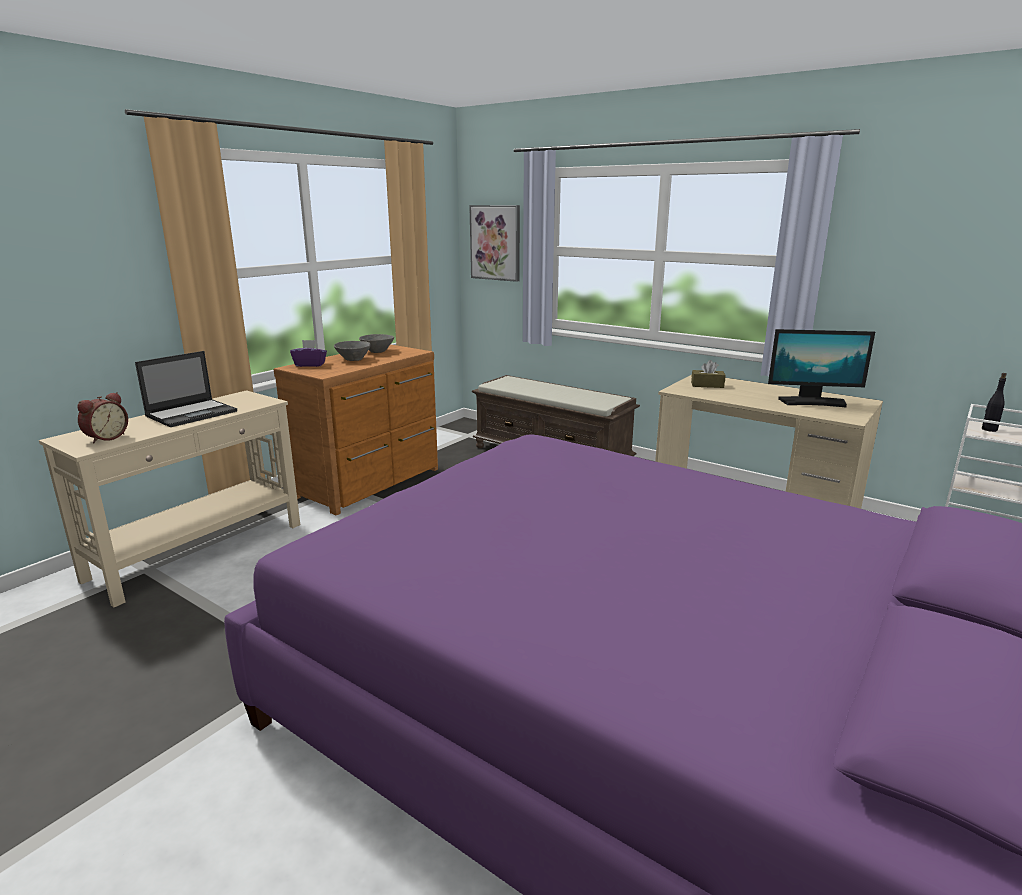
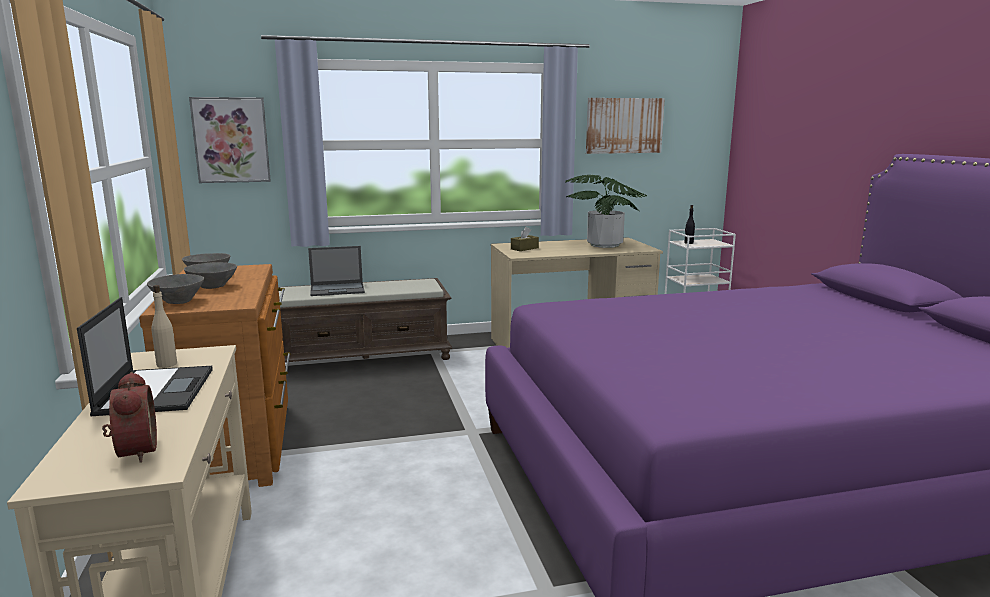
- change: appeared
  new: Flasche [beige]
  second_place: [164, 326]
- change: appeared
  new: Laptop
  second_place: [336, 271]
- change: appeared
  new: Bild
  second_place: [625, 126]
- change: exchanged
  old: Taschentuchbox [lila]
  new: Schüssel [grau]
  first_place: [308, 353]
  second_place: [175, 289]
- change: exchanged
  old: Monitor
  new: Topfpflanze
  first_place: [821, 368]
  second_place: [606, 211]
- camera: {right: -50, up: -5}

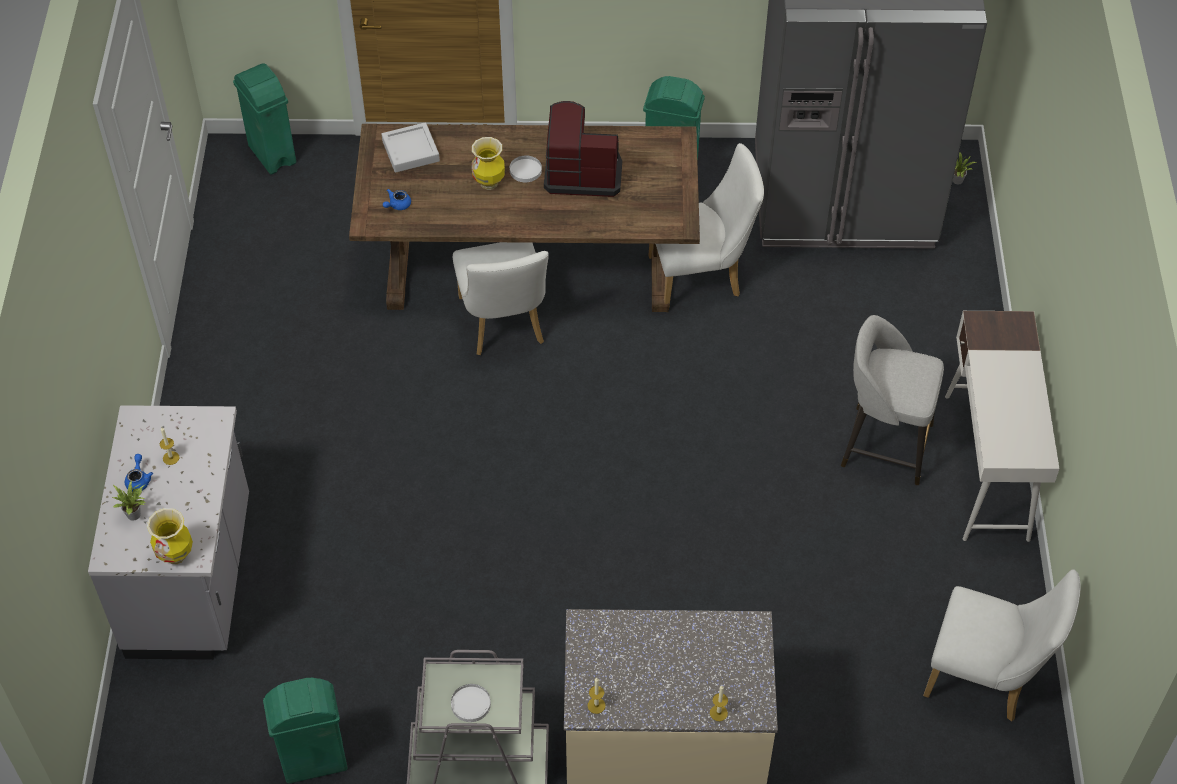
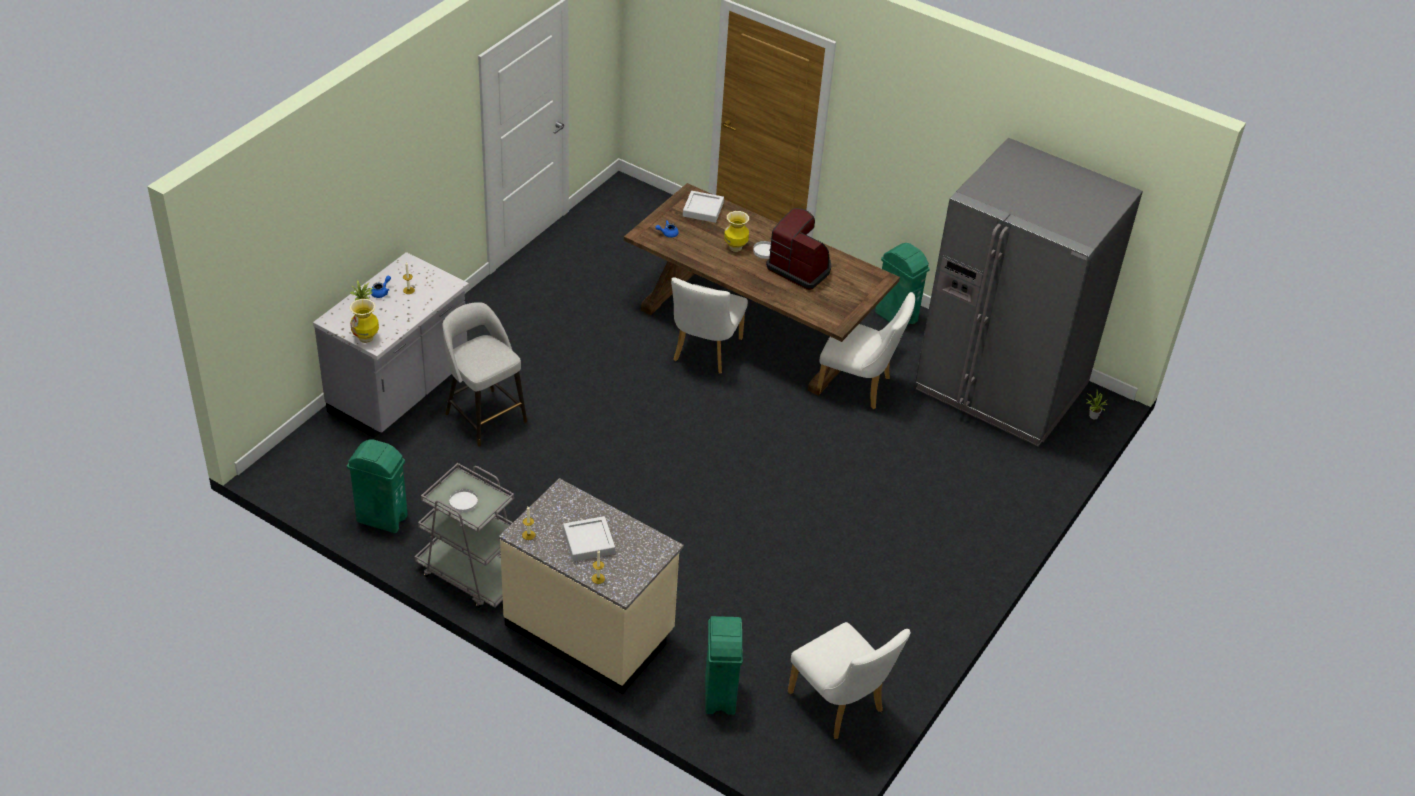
- change: missing
  old: Schreibtisch [weiß]
  first_place: [1002, 426]
- change: appeared
  new: Tablett [grau]
  second_place: [589, 539]
- change: relocated
  old: Mülleimer [grün]
  first_place: [264, 118]
  second_place: [724, 665]
- change: relocated
  old: Hocker [grau]
  first_place: [892, 400]
  second_place: [485, 374]
- camera: {right: 30, up: -10}

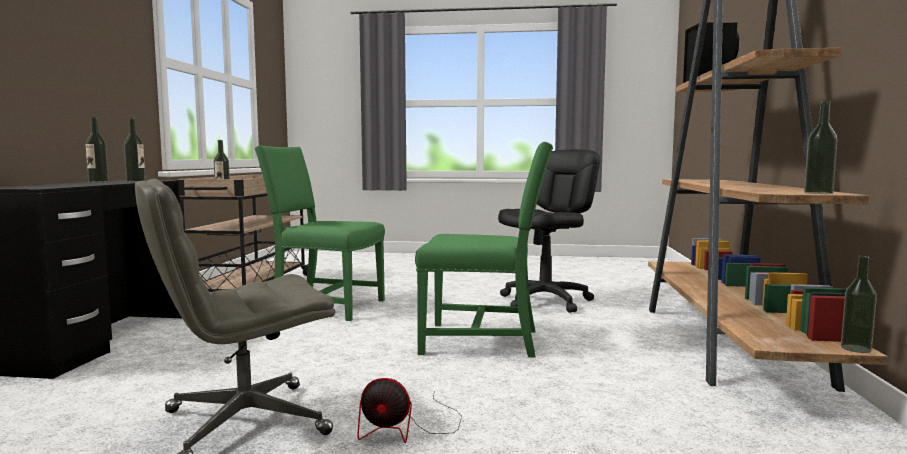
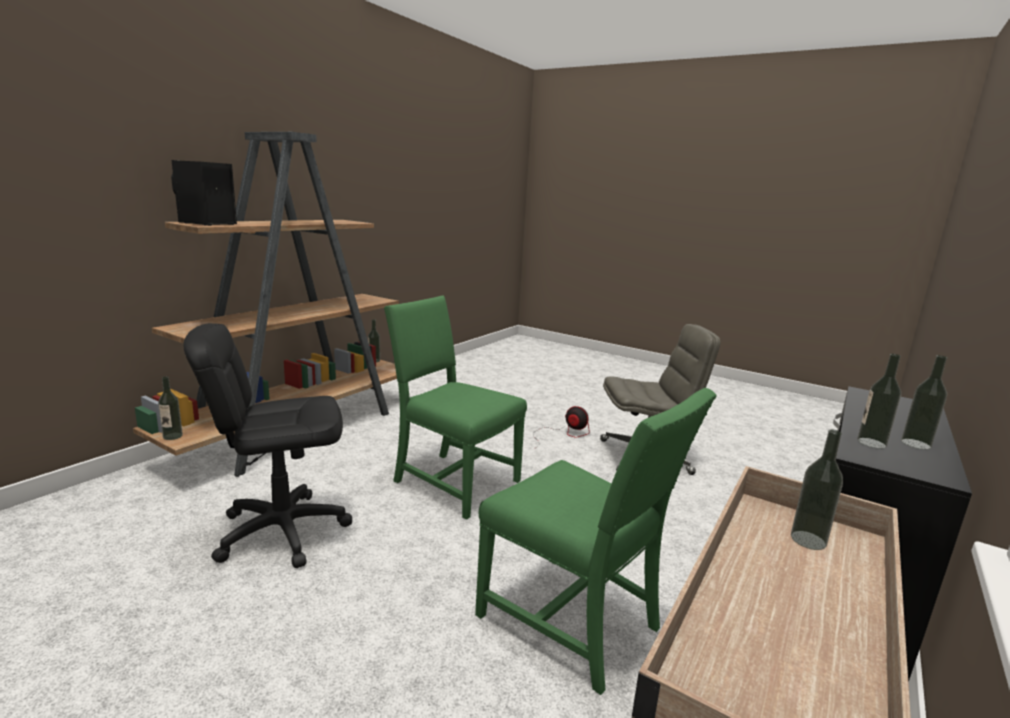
- change: relocated
  old: Flasche
  first_place: [821, 147]
  second_place: [170, 408]
- camera: {right: -155, up: 10}

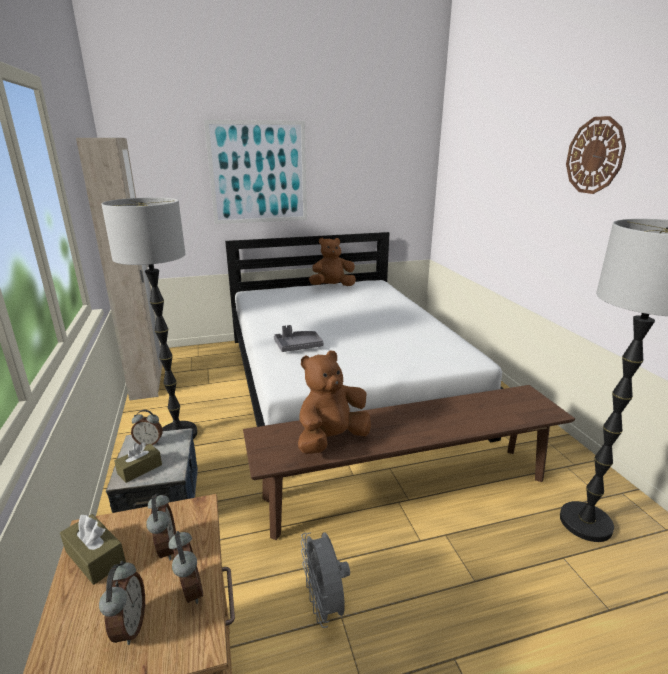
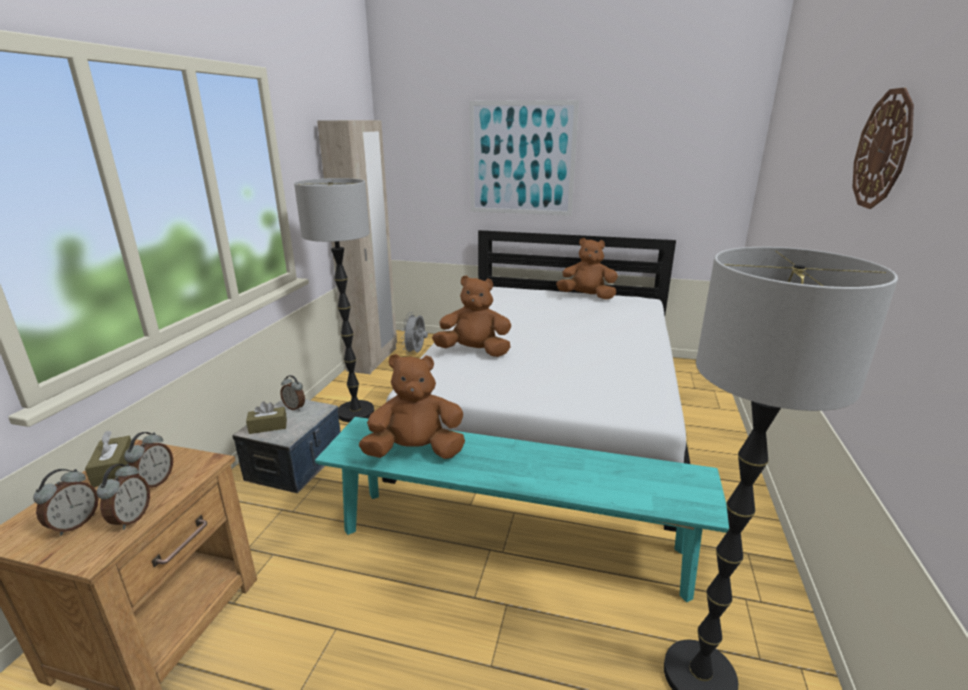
- change: relocated
  old: Ventilator [grau]
  first_place: [325, 580]
  second_place: [414, 333]
- change: exchanged
  old: Tablett [grau]
  new: Plüschtier [braun]
  first_place: [299, 338]
  second_place: [471, 316]
- change: colour
  old: Bank [braun]
  new: Bank [türkis]
  first_place: [409, 462]
  second_place: [522, 509]
- camera: {right: 30, up: 0}

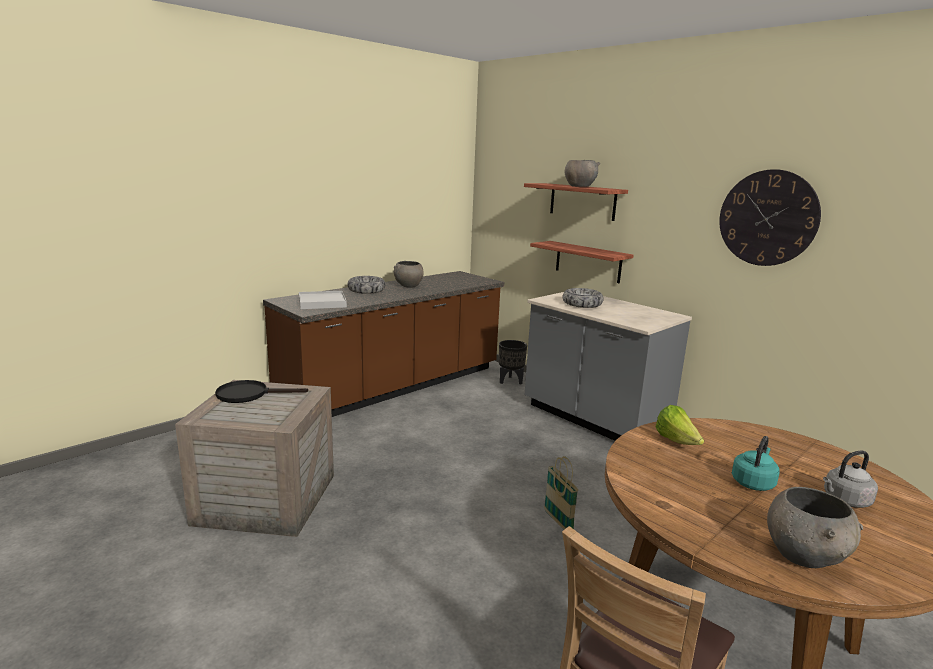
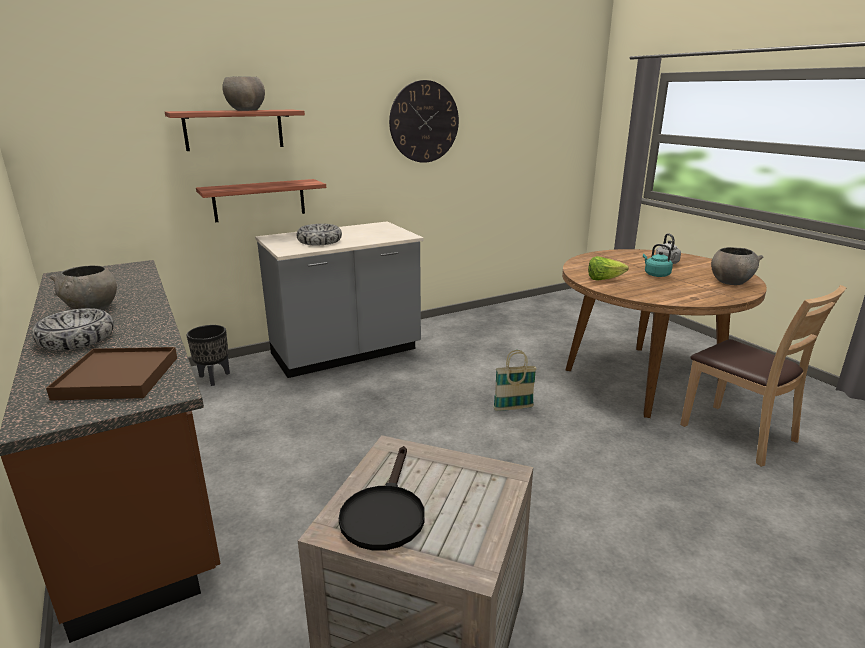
- change: colour
  old: Tablett [weiß]
  new: Tablett [braun]
  first_place: [323, 300]
  second_place: [111, 373]
- camera: {right: -75, up: 5}

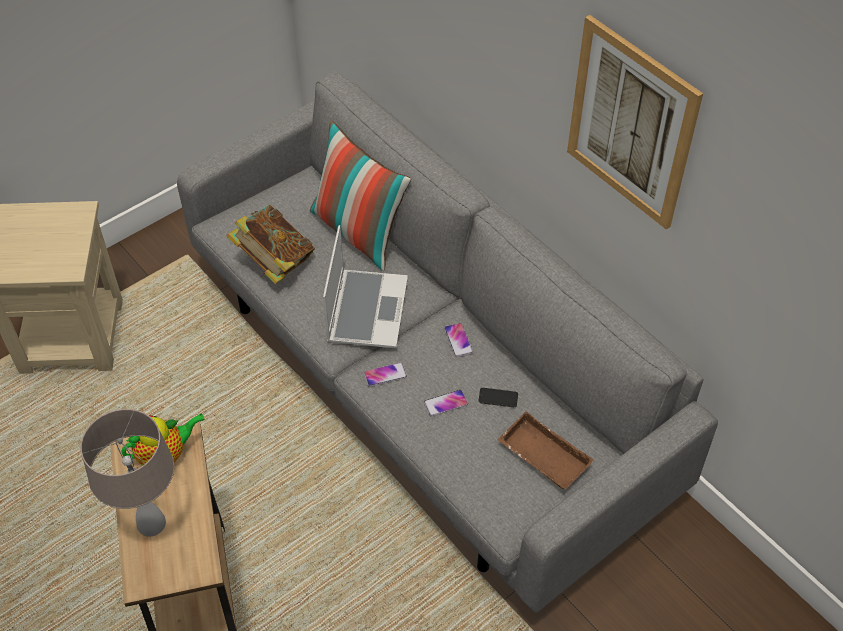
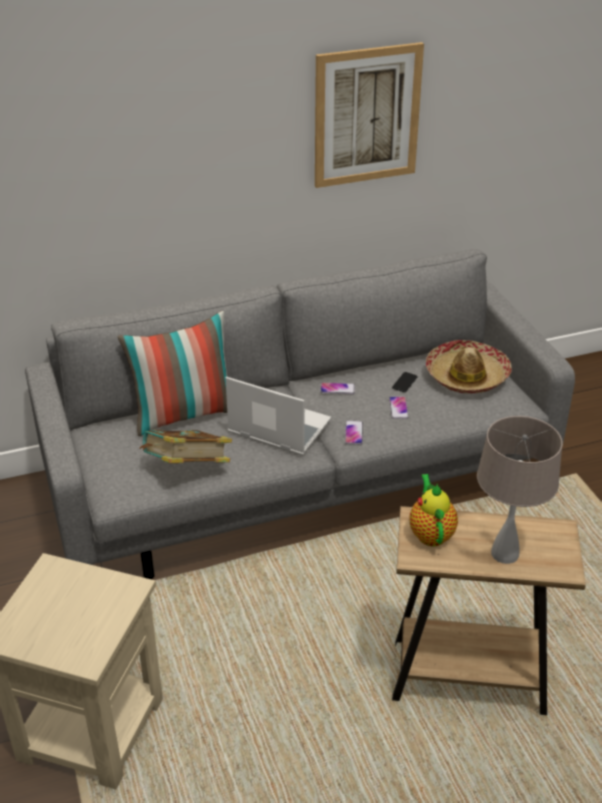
- change: exchanged
  old: Tablett [braun]
  new: Hut
  first_place: [545, 450]
  second_place: [469, 366]
- camera: {right: -70, up: -15}

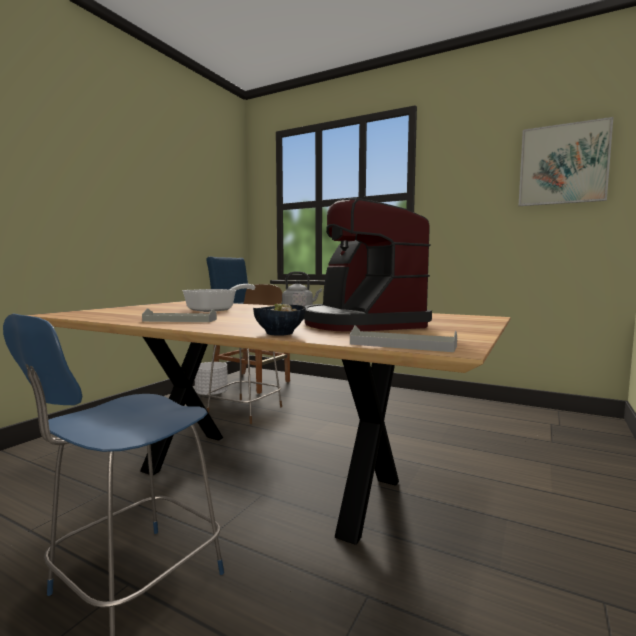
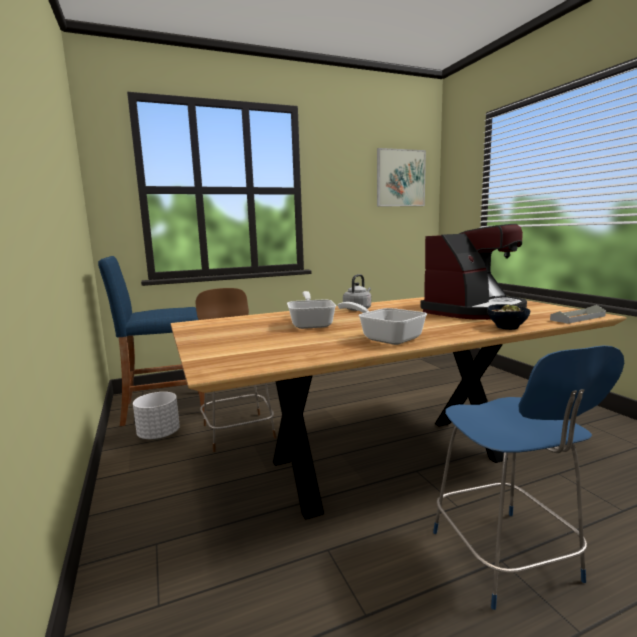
- change: exchanged
  old: Tablett [grau]
  new: Pfanne
  first_place: [179, 315]
  second_place: [382, 323]
- change: spun
  old: Kaffeemaschine
  first_place: [367, 265]
  second_place: [473, 272]
  degrees: -60
- camera: {right: -50, up: 5}

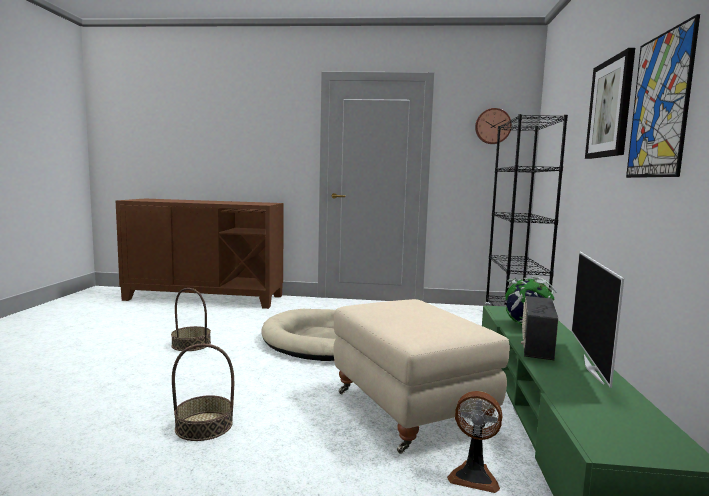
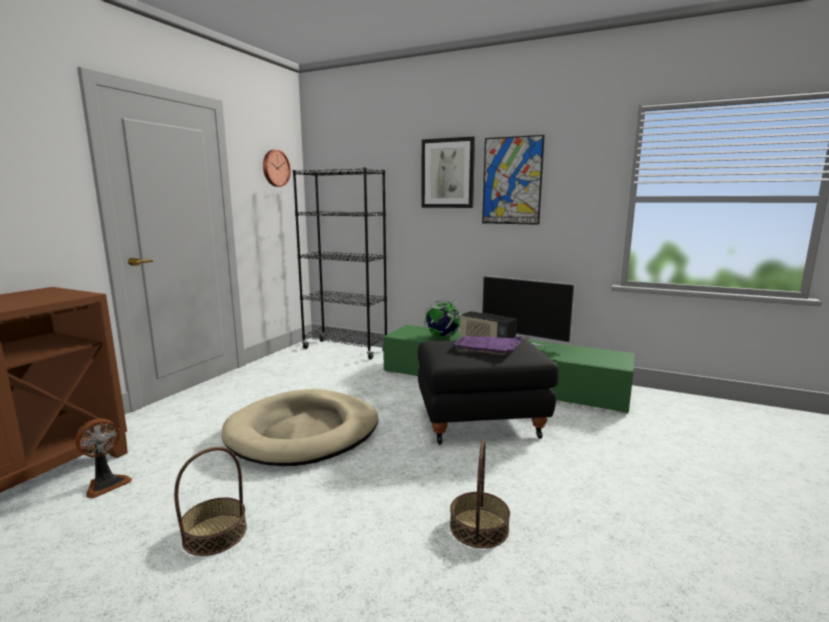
- change: appeared
  new: Tablett [lila]
  second_place: [488, 345]
- change: relocated
  old: Ventilator
  first_place: [474, 442]
  second_place: [103, 458]
- change: colour
  old: Polsterhocker [beige]
  new: Polsterhocker [schwarz]
  first_place: [422, 376]
  second_place: [488, 392]
- camera: {right: -70, up: 5}

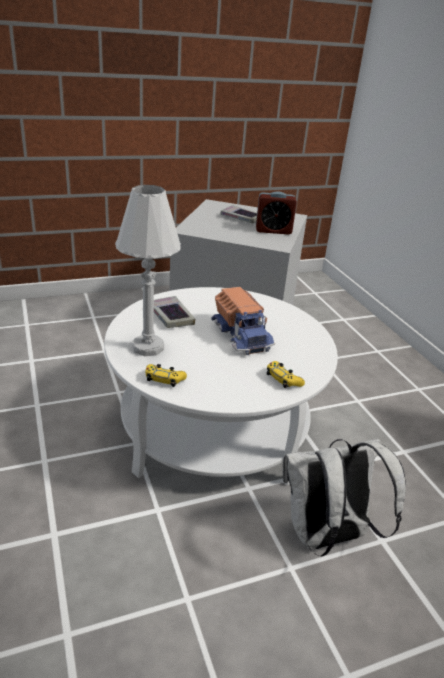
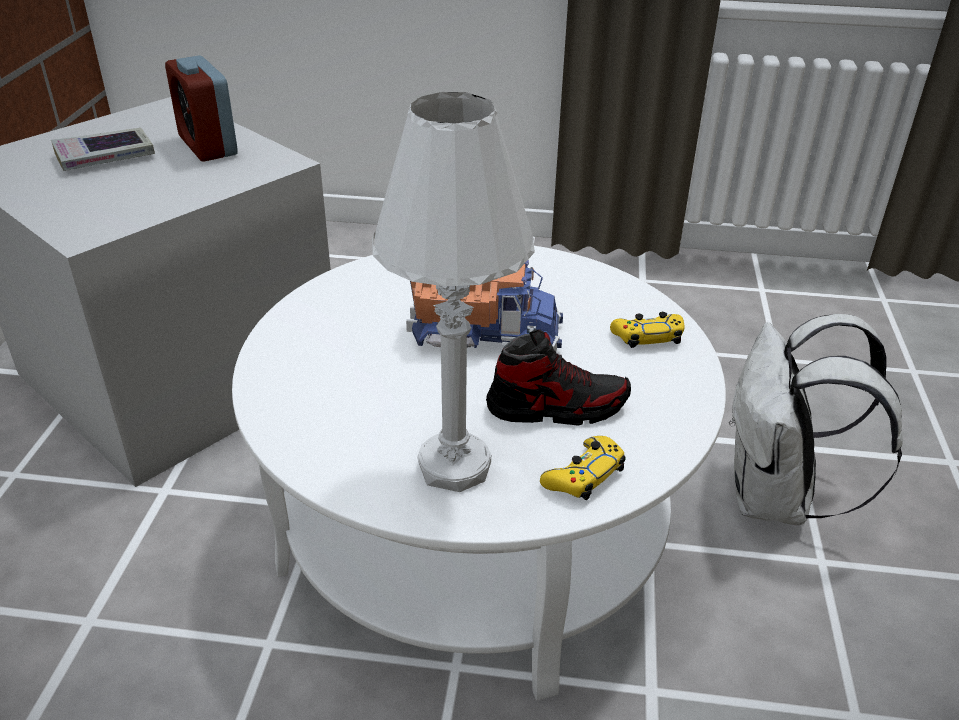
- change: missing
  old: Buch
  first_place: [174, 312]
- change: appeared
  new: Schuh
  second_place: [558, 377]
- change: spun
  old: Wecker
  first_place: [276, 213]
  second_place: [201, 108]
  degrees: 120
- camera: {right: -60, up: 5}

